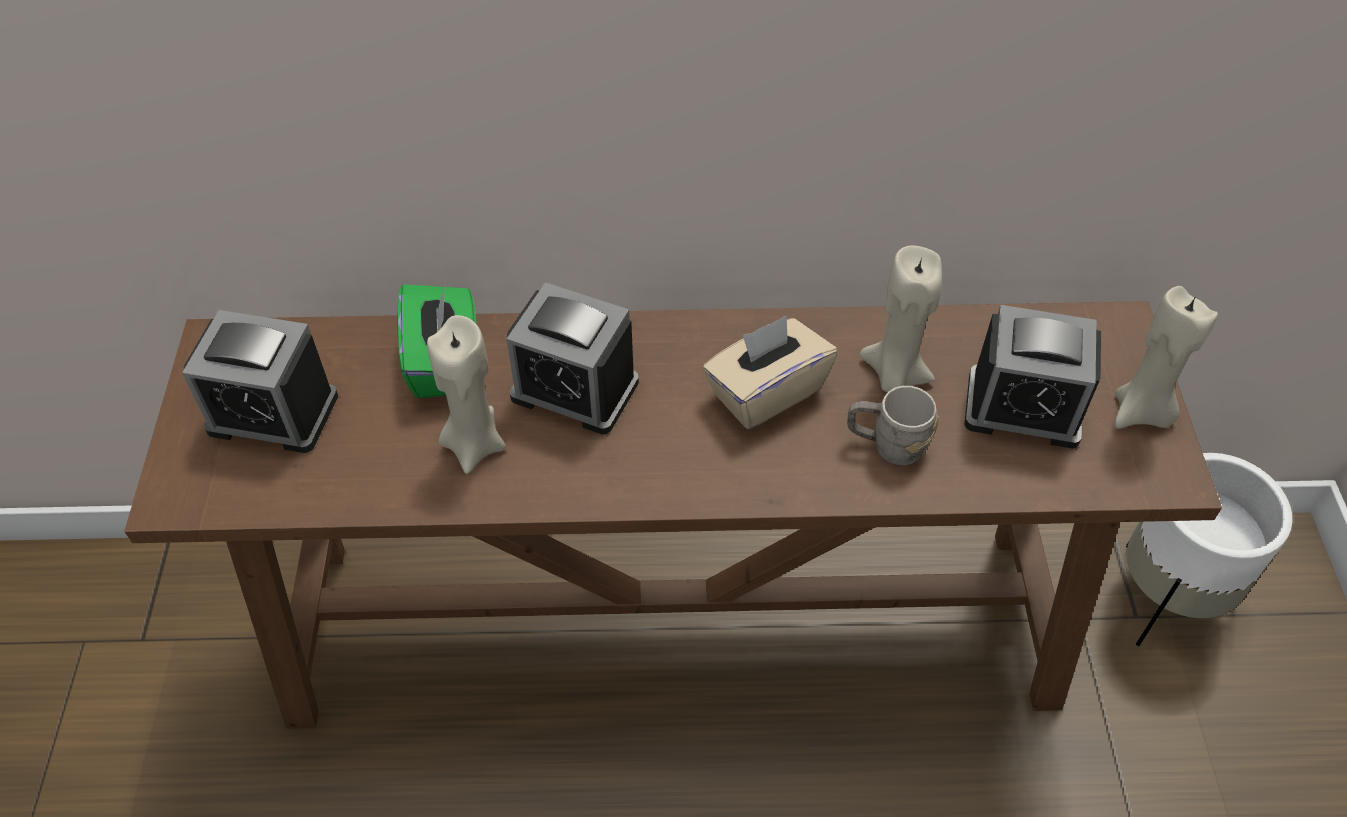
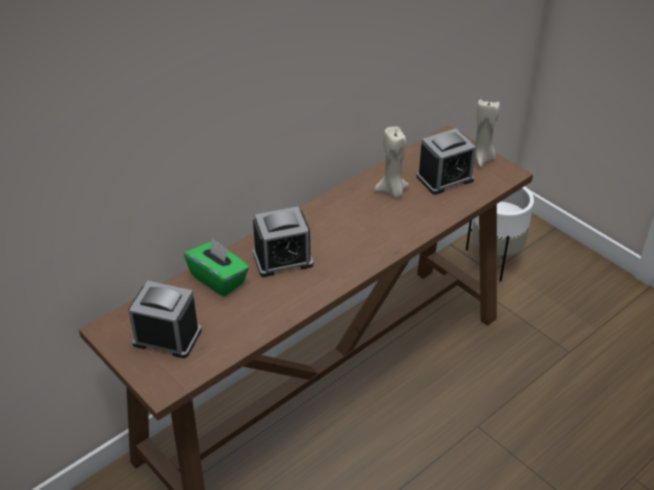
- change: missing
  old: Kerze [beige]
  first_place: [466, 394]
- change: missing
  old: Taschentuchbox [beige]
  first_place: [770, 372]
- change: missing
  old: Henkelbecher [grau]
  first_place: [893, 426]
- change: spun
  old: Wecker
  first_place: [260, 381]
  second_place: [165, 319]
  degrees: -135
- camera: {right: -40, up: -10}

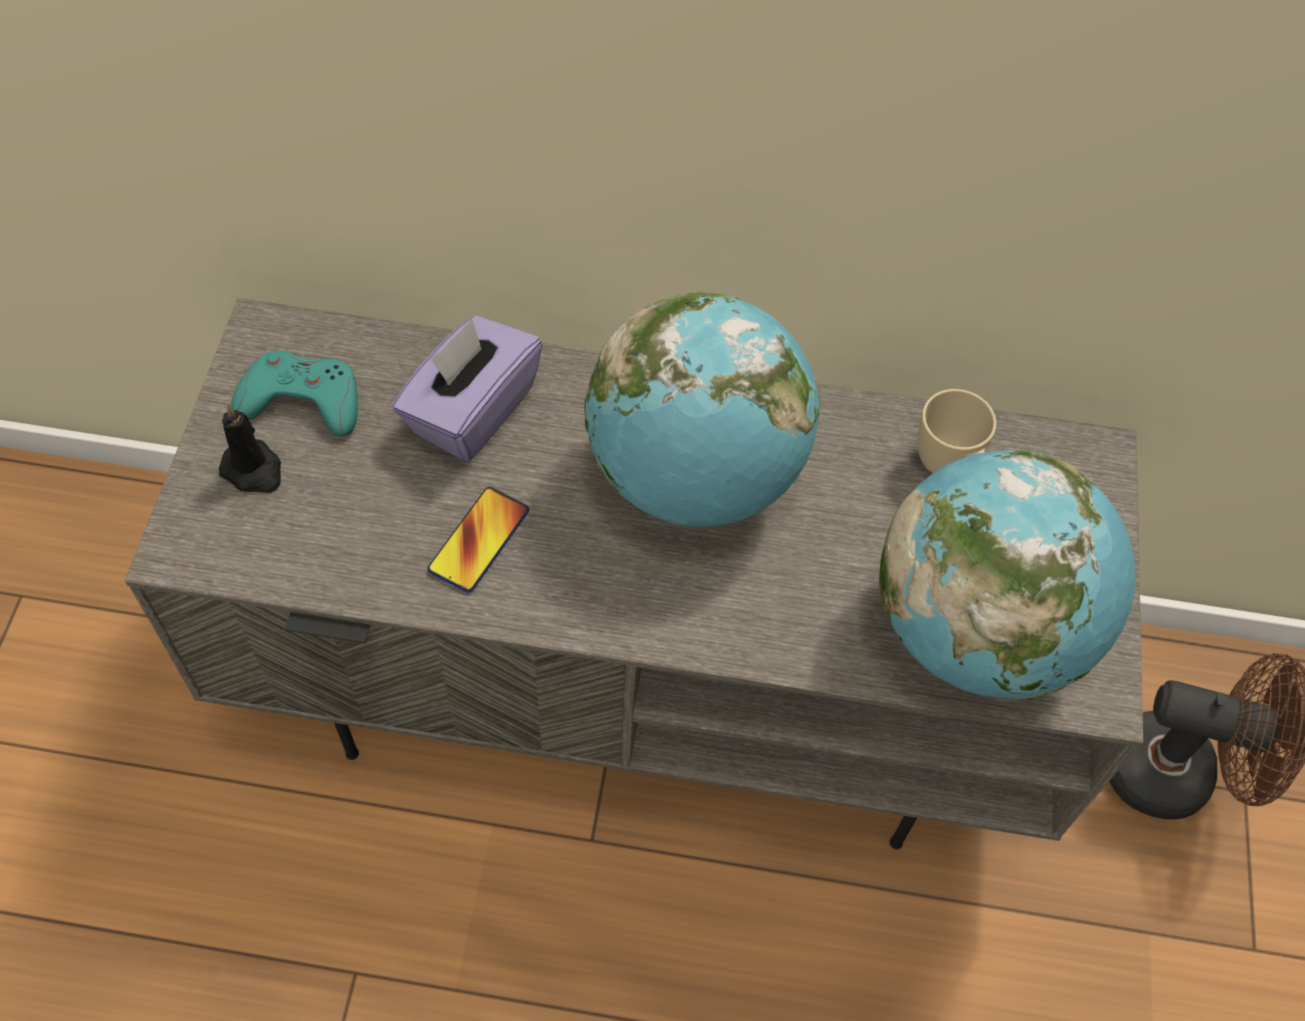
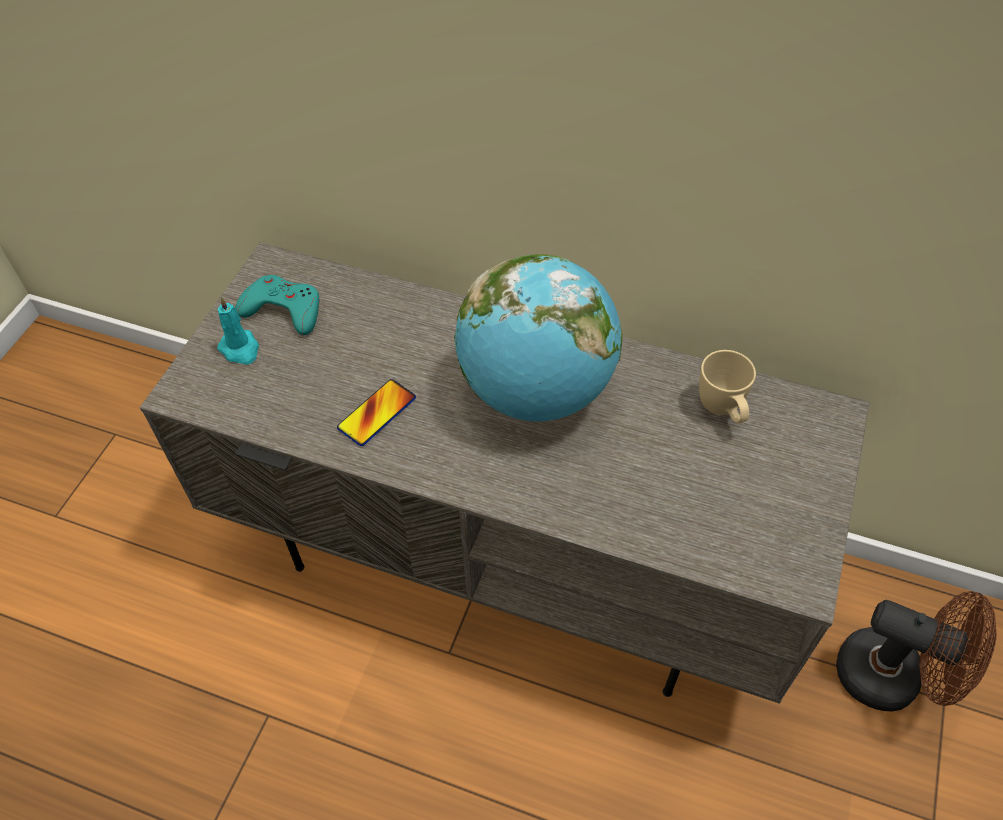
- change: missing
  old: Taschentuchbox [lila]
  first_place: [467, 389]
- change: missing
  old: Globus
  first_place: [1007, 574]
- change: colour
  old: Kerze [schwarz]
  new: Kerze [türkis]
  first_place: [250, 448]
  second_place: [238, 331]
- camera: {right: 15, up: -5}

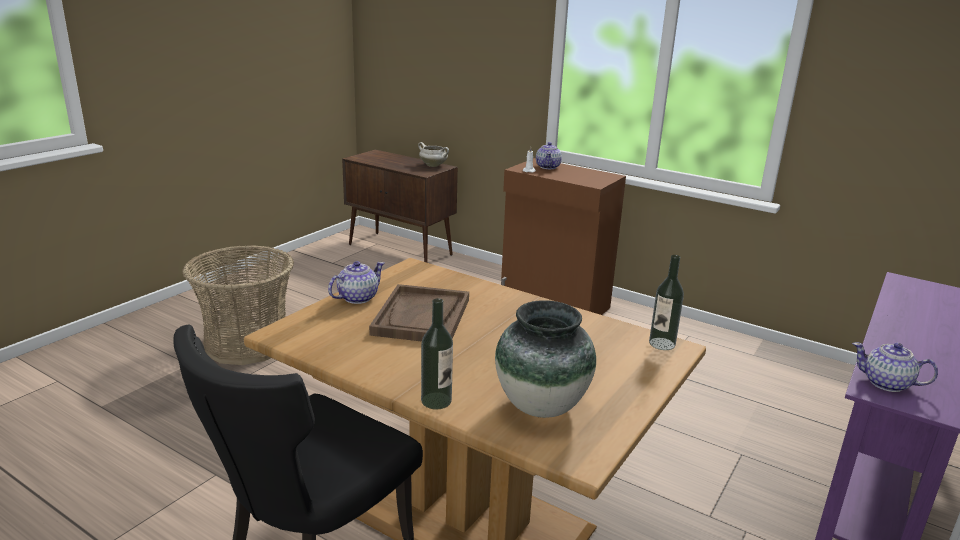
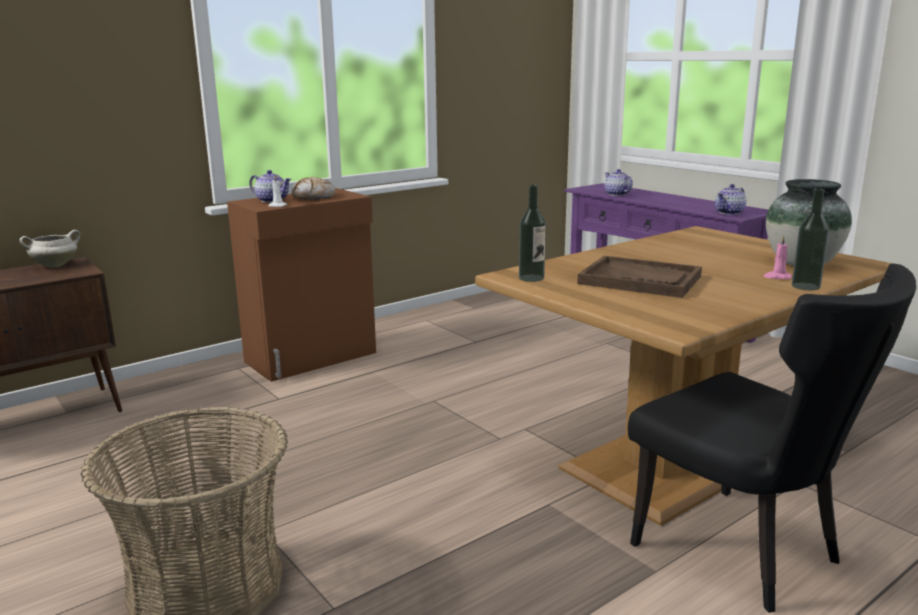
- change: appeared
  new: Brot
  second_place: [314, 188]
- change: appeared
  new: Kerze [rosa]
  second_place: [777, 257]
- change: relocated
  old: Teekanne
  first_place: [356, 282]
  second_place: [618, 182]
- change: relocated
  old: Flasche
  first_place: [666, 302]
  second_place: [532, 233]
- camera: {right: -70, up: -5}

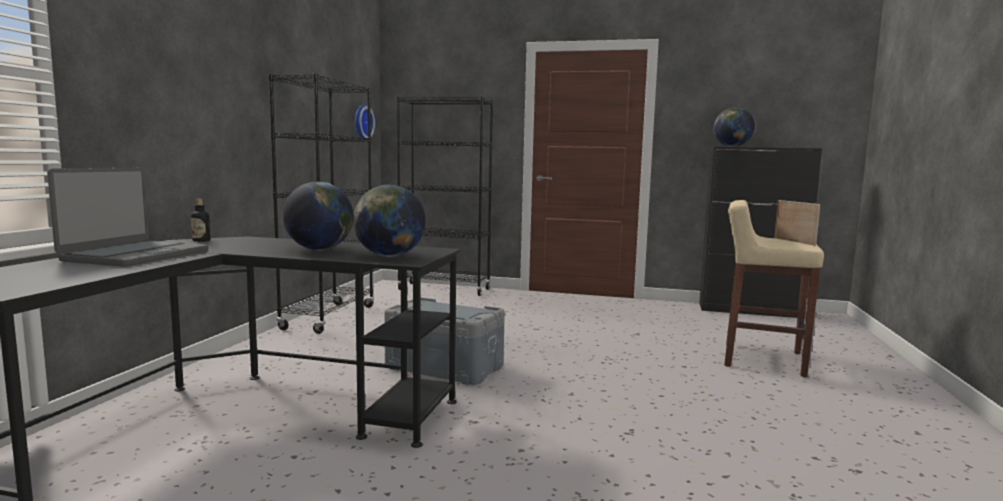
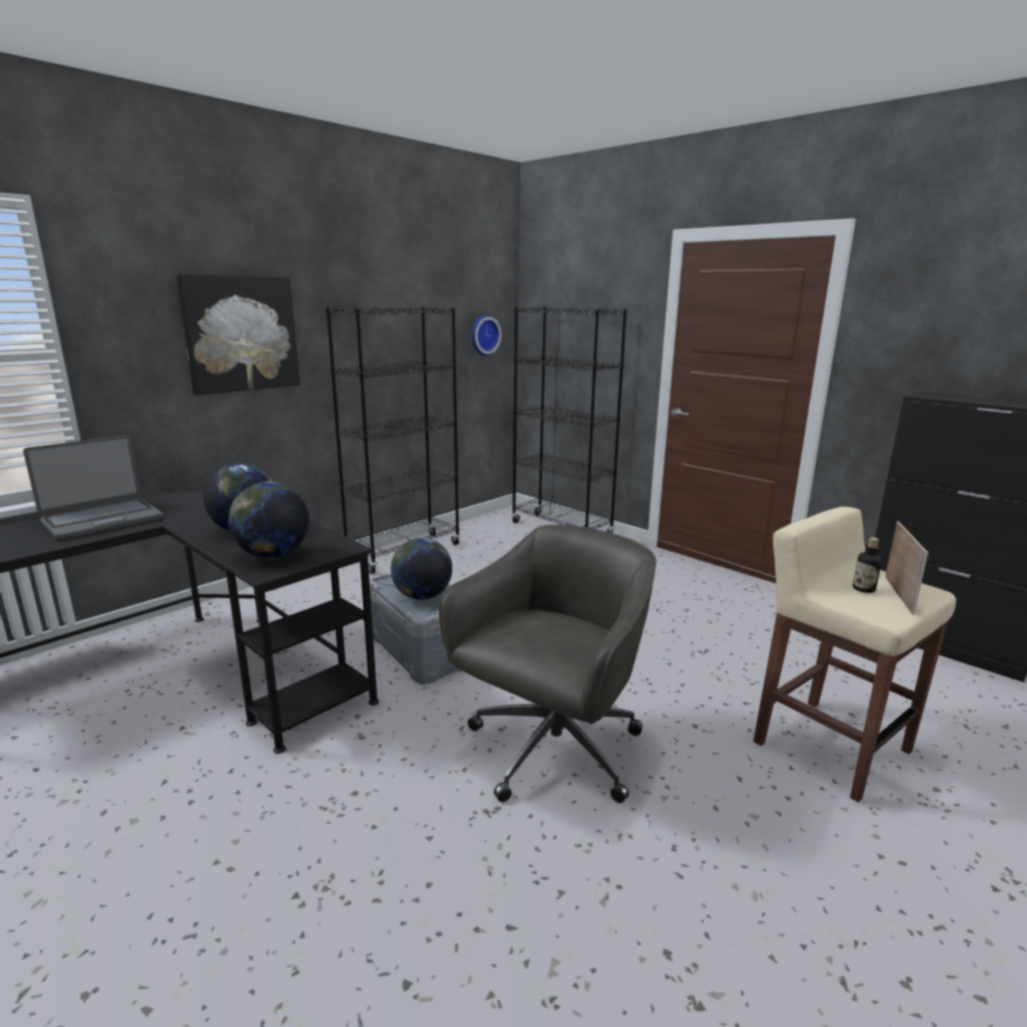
- change: appeared
  new: Bild
  second_place: [238, 334]
- change: appeared
  new: Bürostuhl [grau]
  second_place: [547, 664]
- change: relocated
  old: Flasche
  first_place: [200, 220]
  second_place: [867, 565]
- change: relocated
  old: Globus
  first_place: [734, 127]
  second_place: [421, 569]
- camera: {right: 30, up: 10}

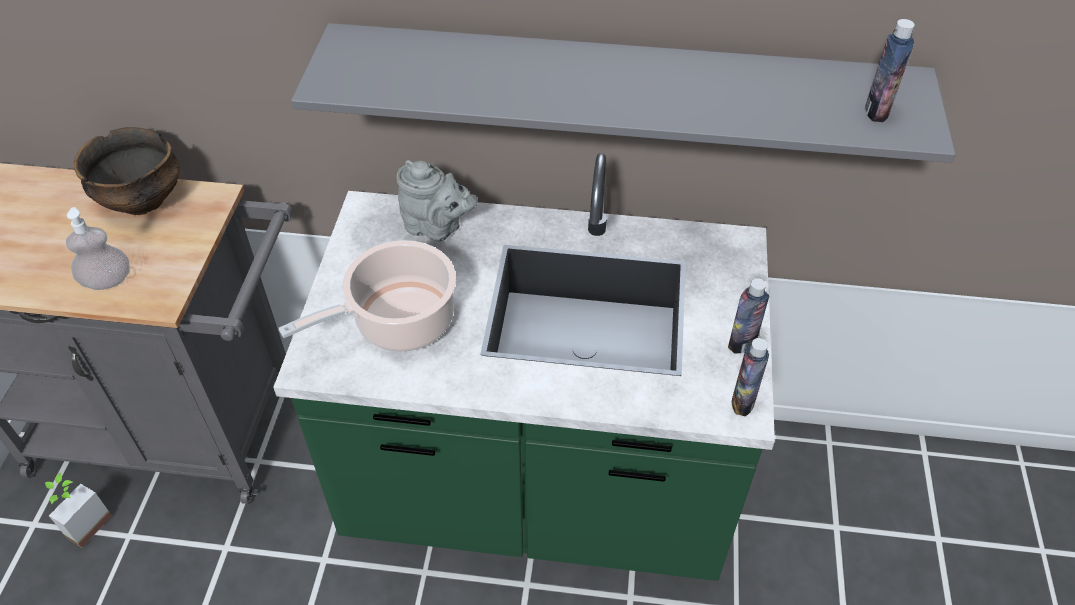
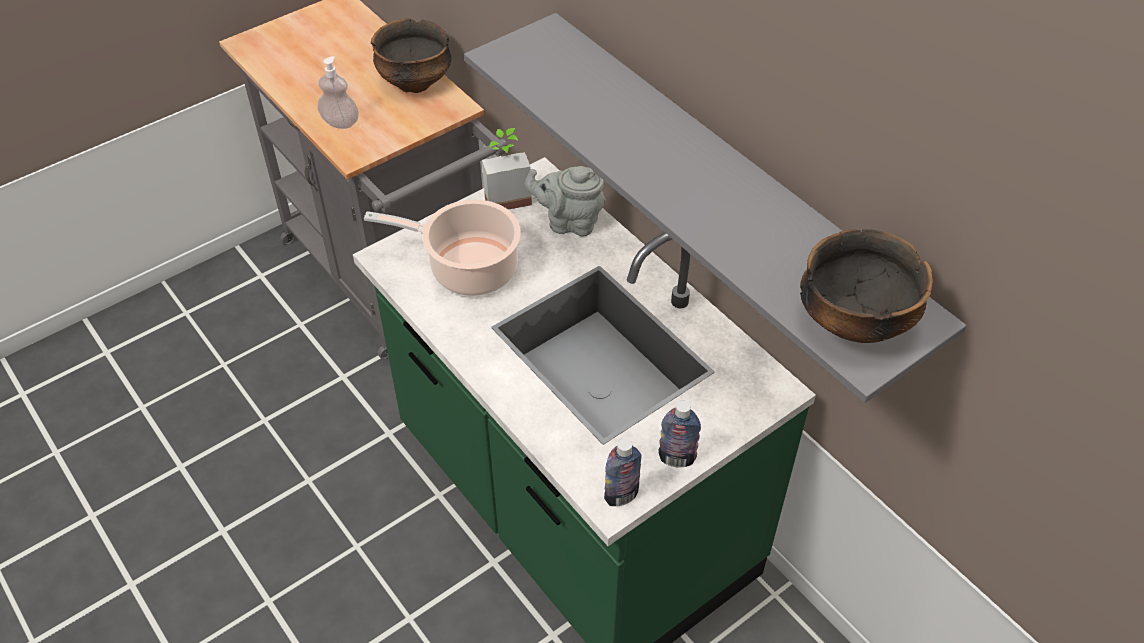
- change: relocated
  old: Topfpflanze
  first_place: [78, 510]
  second_place: [507, 169]
- change: exchanged
  old: Flasche
  new: Schüssel
  first_place: [890, 70]
  second_place: [866, 286]
- change: spun
  old: Teekanne [grau]
  first_place: [437, 200]
  second_place: [565, 201]
  degrees: 120
- camera: {right: 45, up: 0}

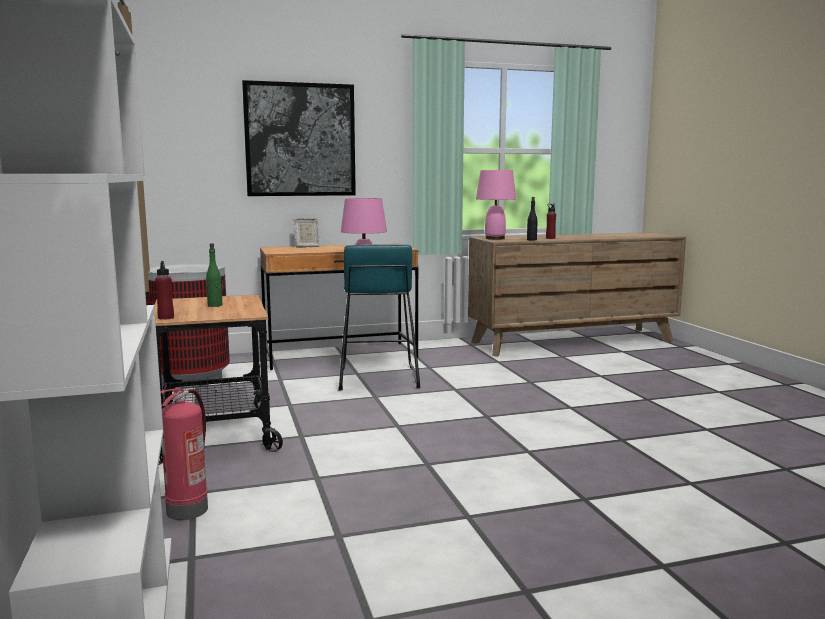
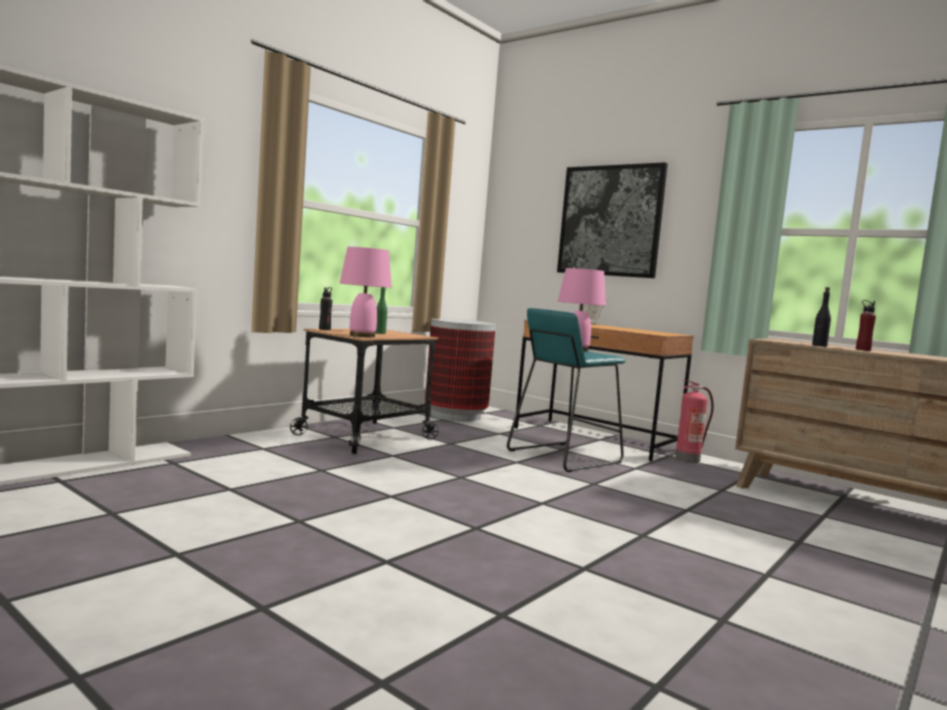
- change: relocated
  old: Feuerlöscher
  first_place: [184, 454]
  second_place: [694, 421]
- change: relocated
  old: Tischlampe [rosa]
  first_place: [496, 205]
  second_place: [366, 292]
- change: colour
  old: Flasche [rot]
  new: Flasche [schwarz]
  first_place: [164, 290]
  second_place: [325, 308]
- camera: {right: 55, up: -5}

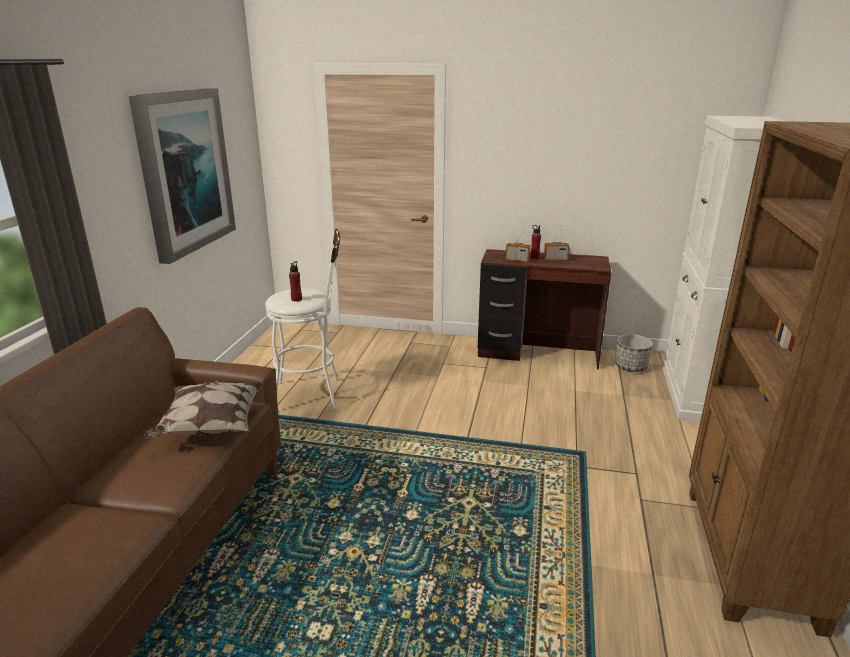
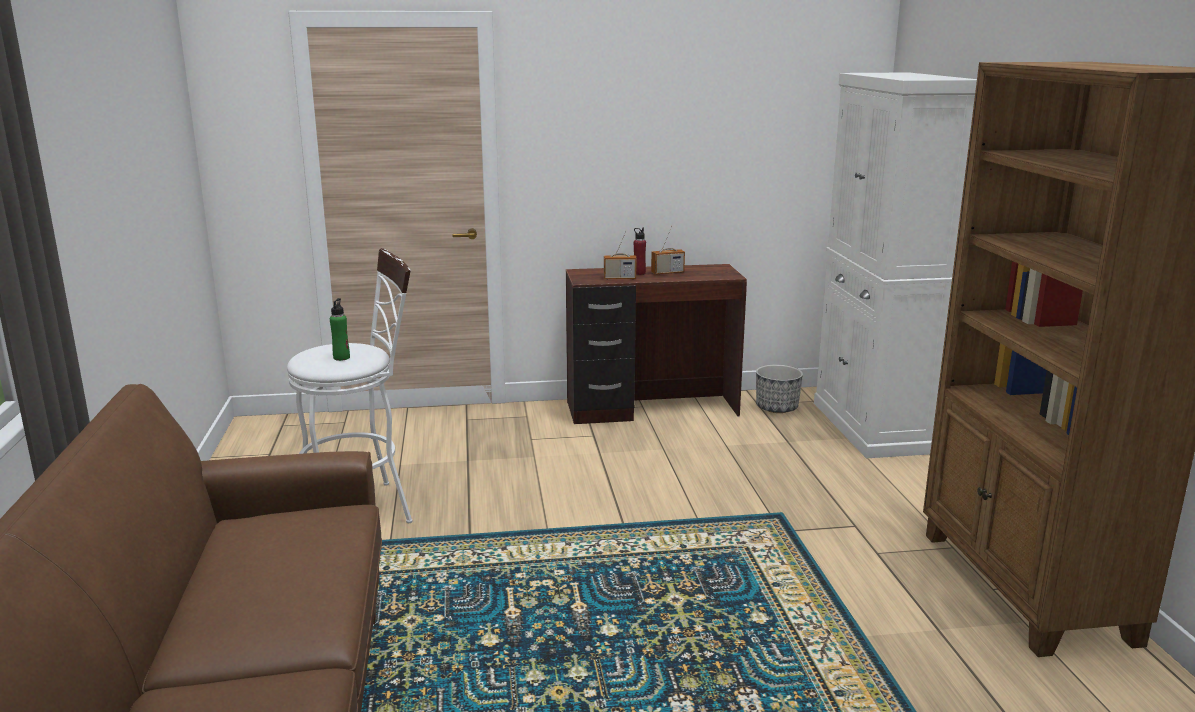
- change: missing
  old: Bild
  first_place: [182, 176]
- change: missing
  old: Kissen
  first_place: [203, 409]
- change: colour
  old: Flasche [rot]
  new: Flasche [grün]
  first_place: [295, 281]
  second_place: [340, 329]
- camera: {right: -20, up: -5}

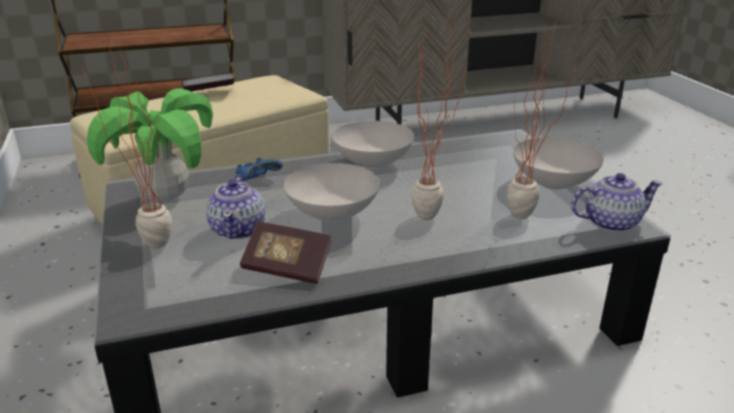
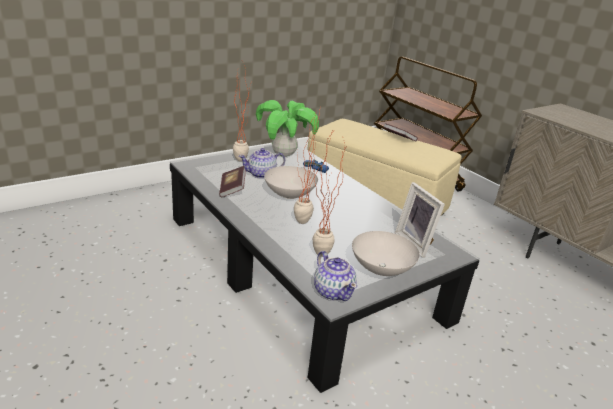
- change: missing
  old: Schüssel [weiß]
  first_place: [373, 145]
- change: appeared
  new: Bilderrahmen
  second_place: [420, 219]
- camera: {right: 70, up: 0}

